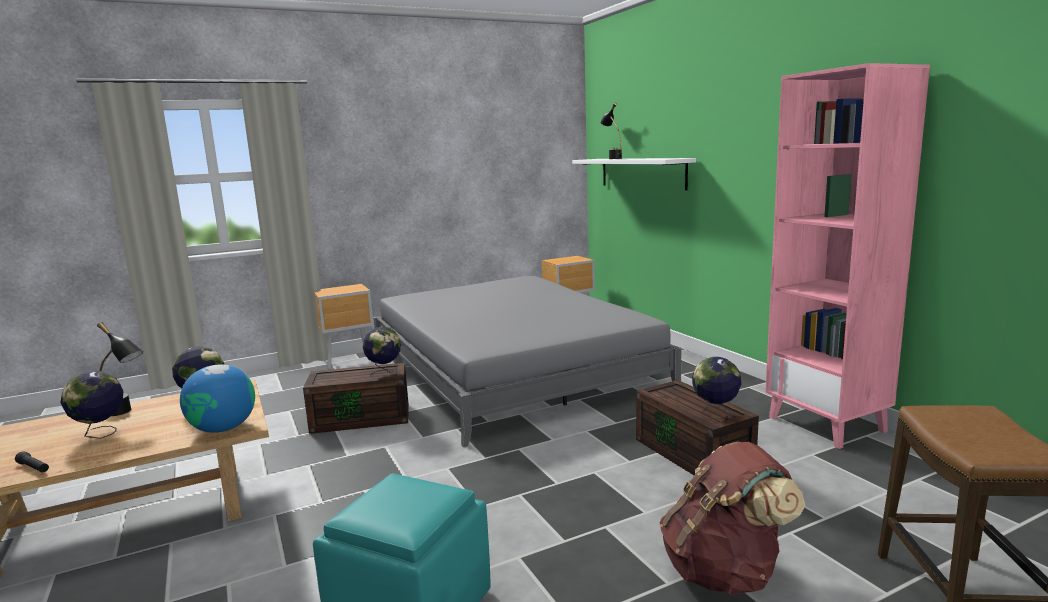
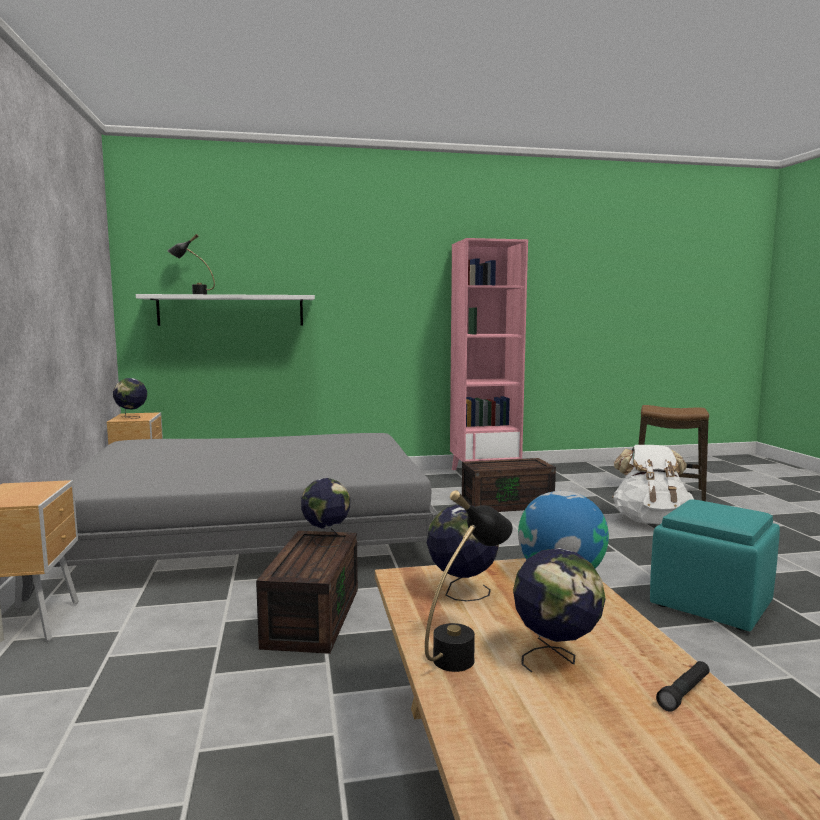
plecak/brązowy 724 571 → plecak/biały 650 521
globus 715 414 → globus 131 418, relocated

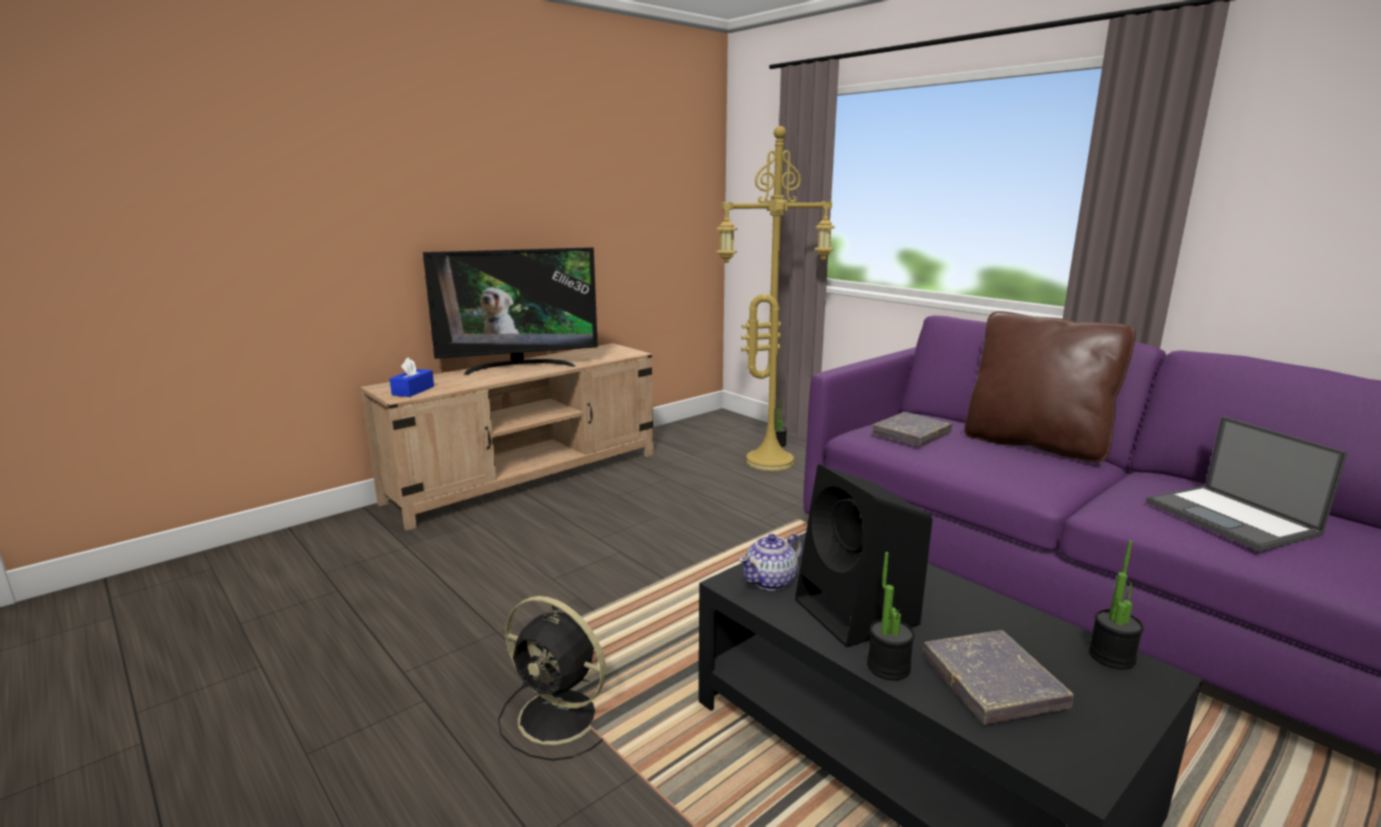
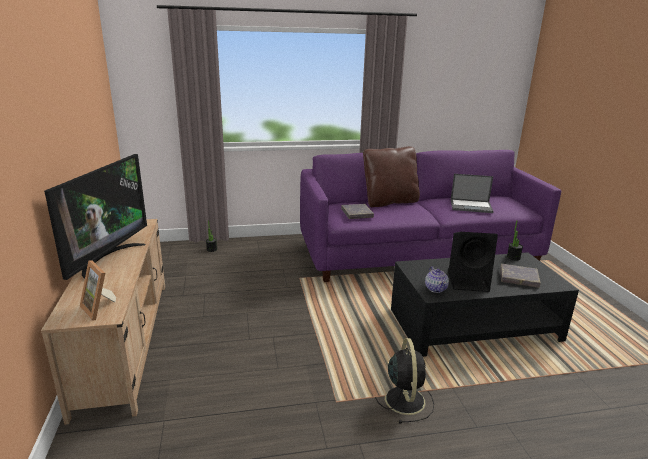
pudełko chusteczek/niebieski 413 391 → ramka na zdjęcie 100 308
wentylator/czarny 561 717 → wentylator/czarny 404 398, 60 degrees counterclockwise
lampa stojąca/żółty 770 461 → -
roślina doniczkowa 888 667 → -

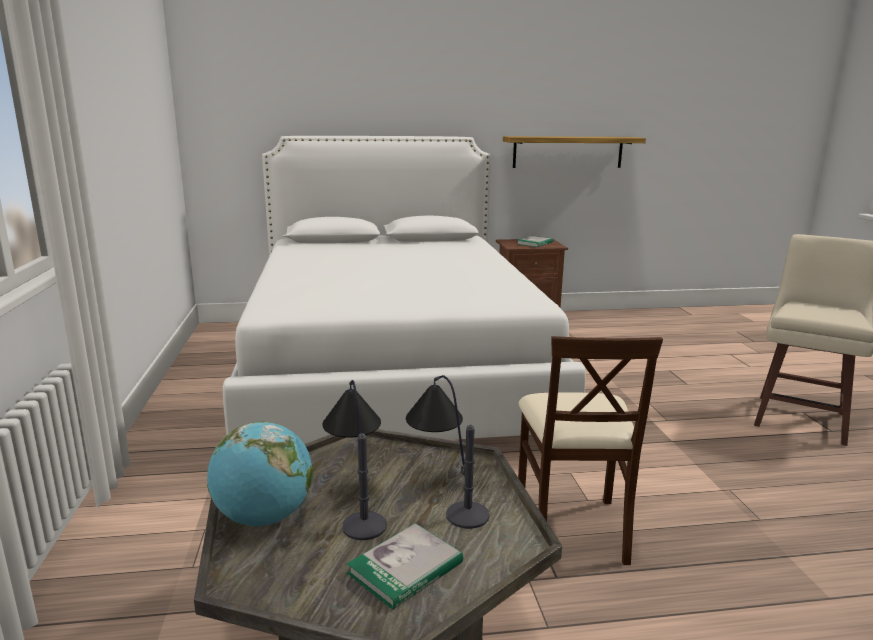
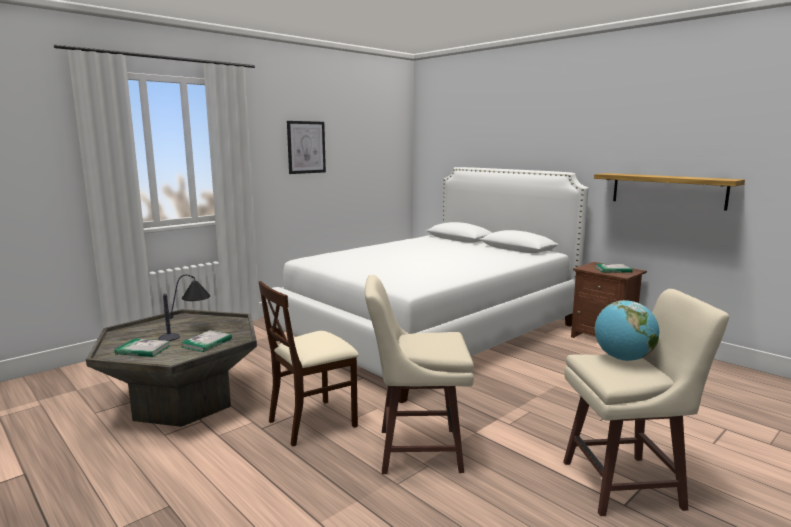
globus 264 518 → globus 623 359, relocated
lampa stołowa 445 493 → książka 207 343
- → obraz 306 147
- → stołek/beżowy 416 450

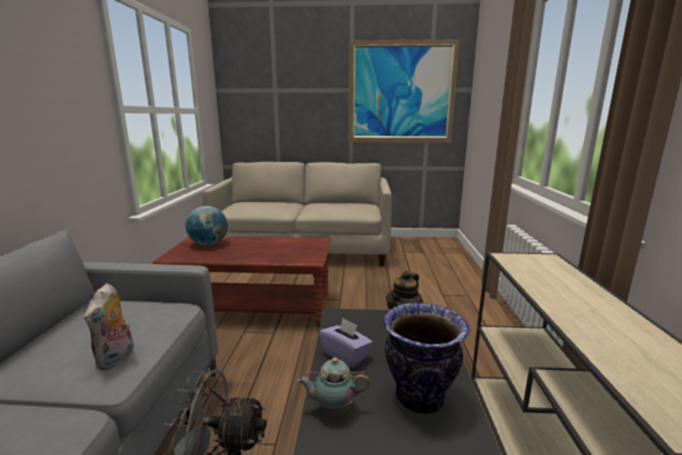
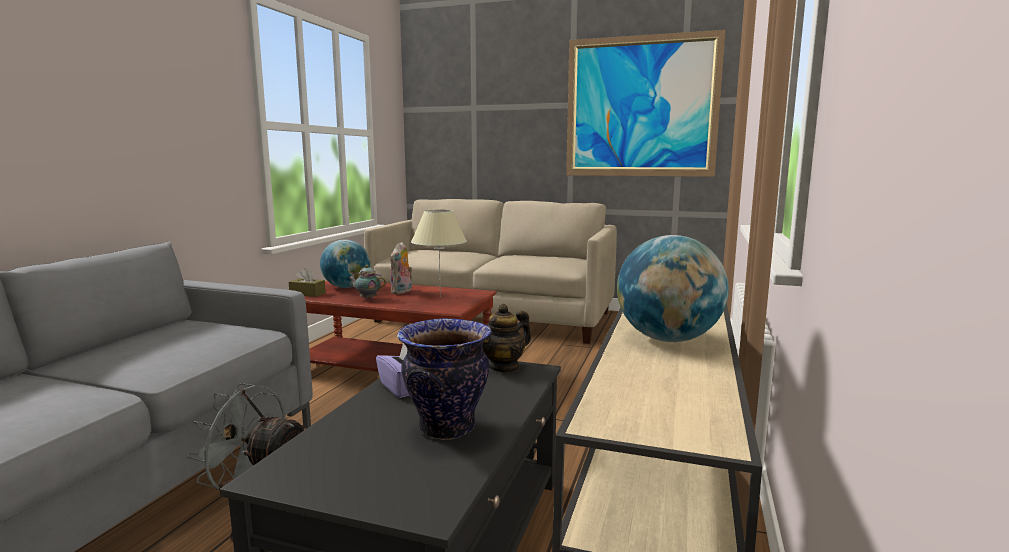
pluszak 117 359 → pluszak 402 292, relocated
imbryk 332 409 → imbryk 367 299, relocated
- → pudełko chusteczek/brązowy 307 294
- → lampa stołowa/beżowy 440 296
- → globus 668 339

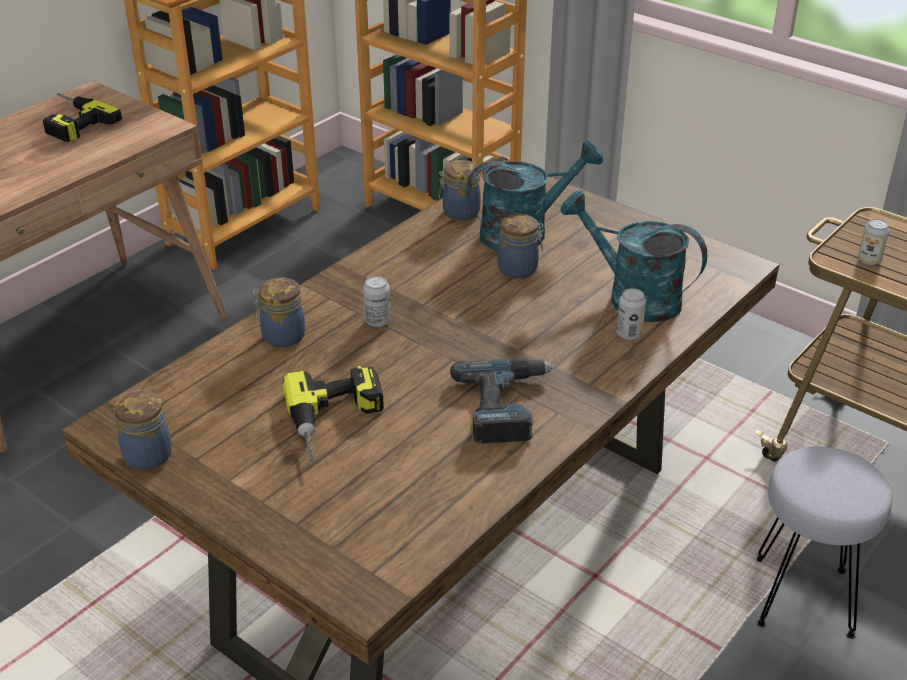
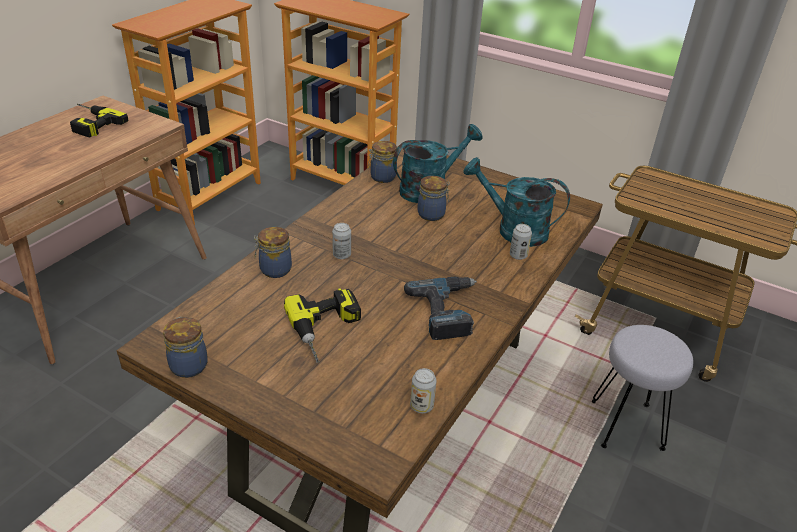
puszka 869 260 → puszka 421 406, relocated

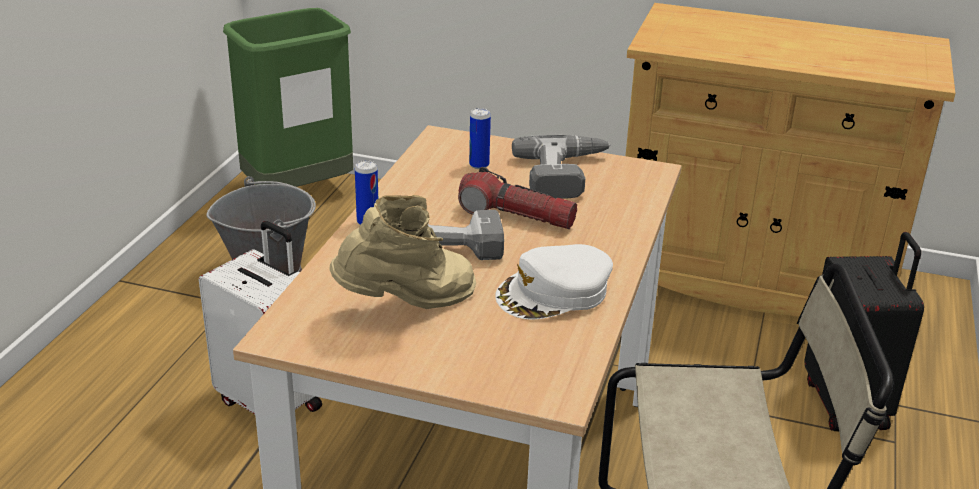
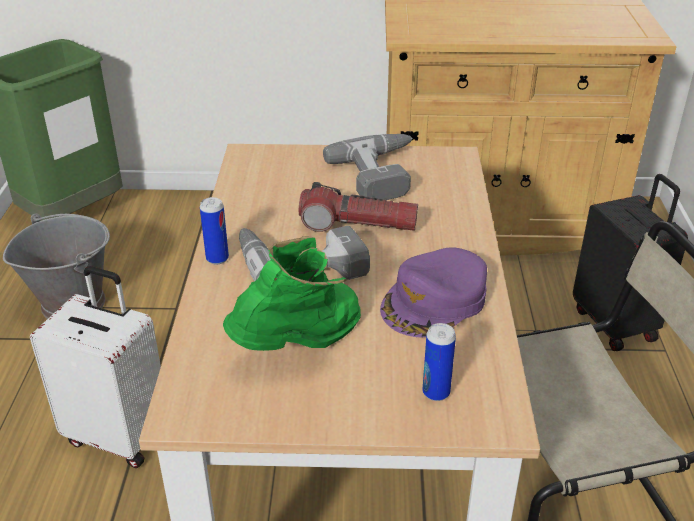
but z cholewką/beżowy 408 305 → but z cholewką/zielony 301 346
puszka 479 165 → puszka 436 392, relocated
czapka z daszkiem/biały 554 293 → czapka z daszkiem/fioletowy 435 302

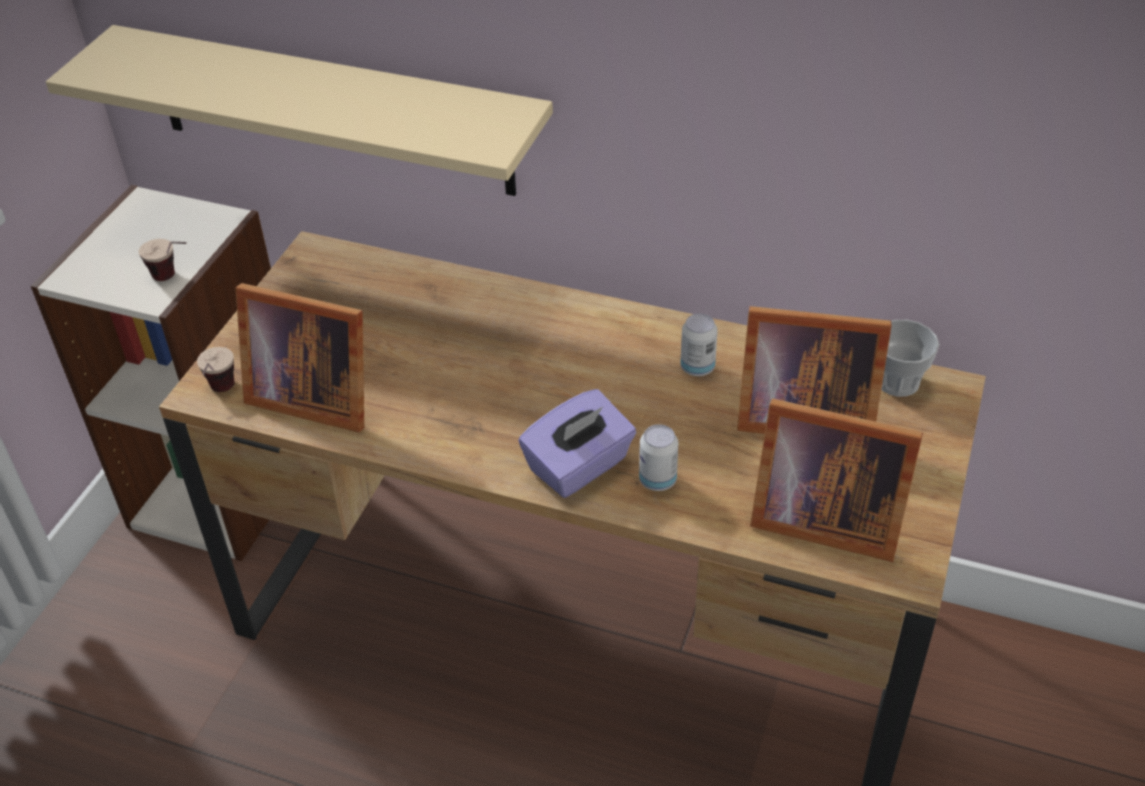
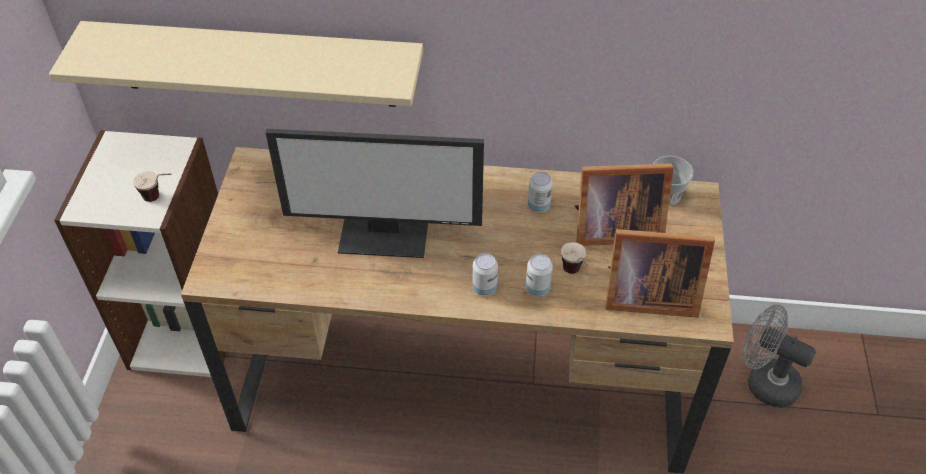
filiżanka 220 395 → filiżanka 575 275, relocated
ramka na zdjęcie 311 396 → -
pudełko chusteczek/fioletowy 579 467 → puszka 484 288
- → monitor 385 234
- → wentylator/szary 764 381

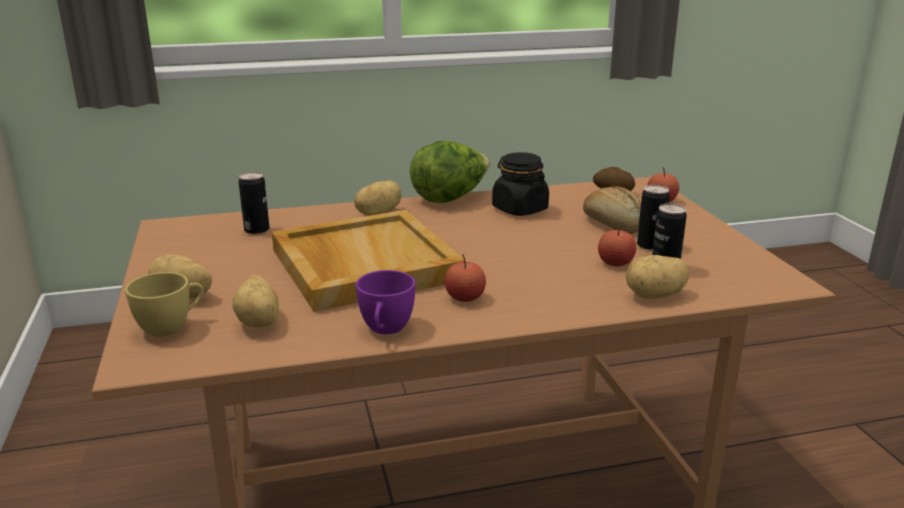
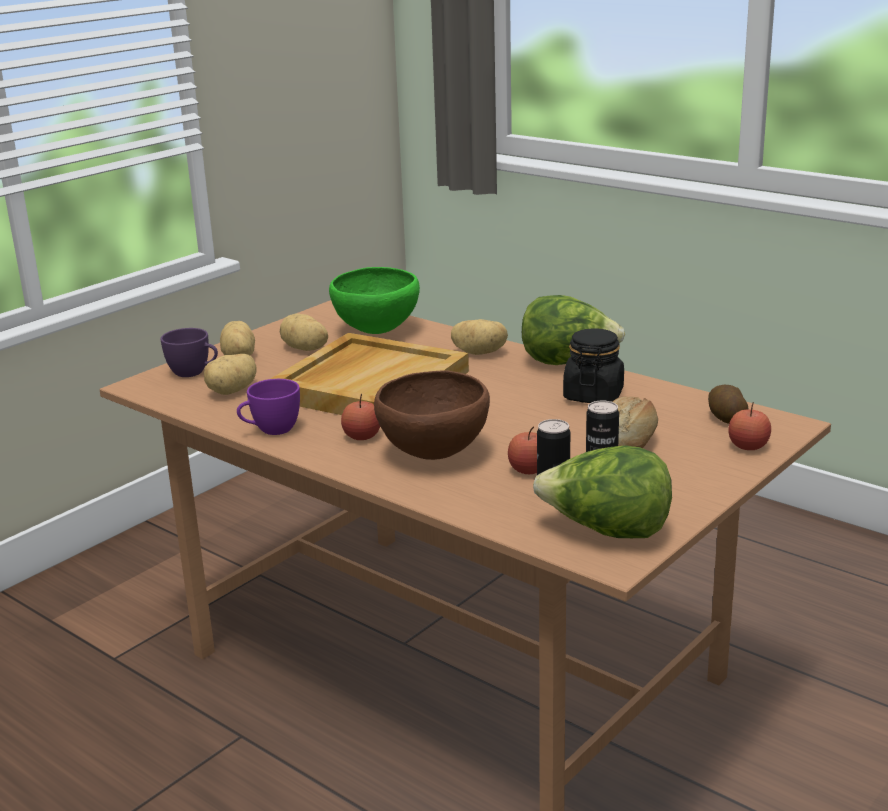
filiżanka/żółty 171 326 → filiżanka/fioletowy 194 373
puszka 257 230 → miska/zielony 376 332
ziemniak 655 296 → ziemniak 305 349, relocated
- → miska/brązowy 434 454
- → sałata 606 532

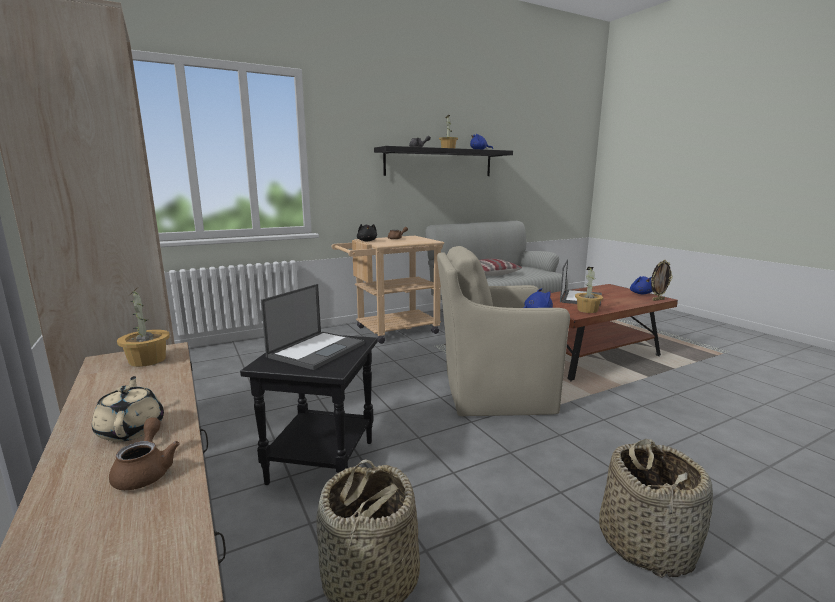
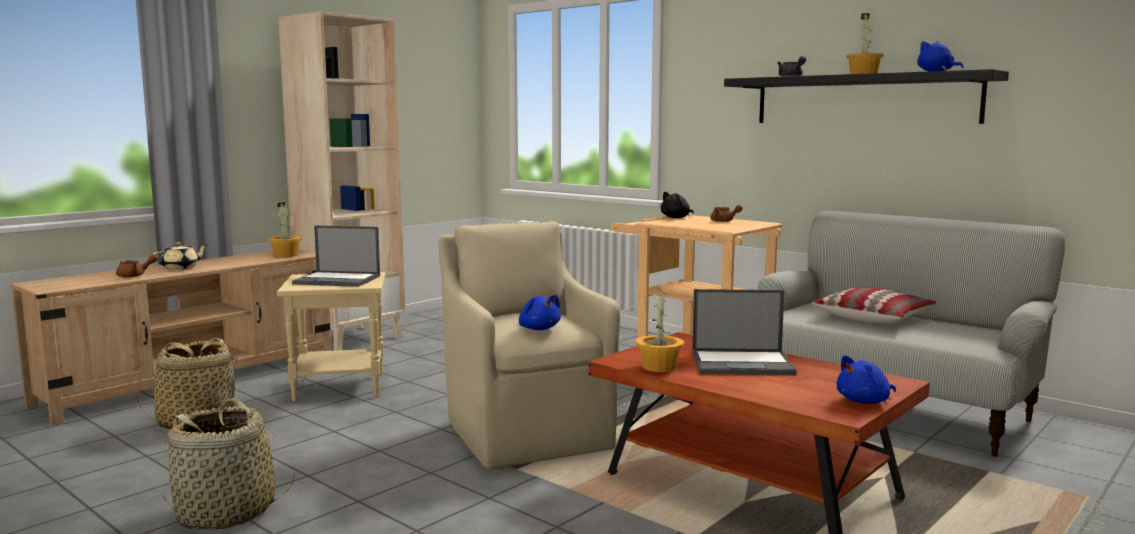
stolik/czarny 320 461 → stolik/beżowy 340 387
ramka na zdjęcie 657 299 → -

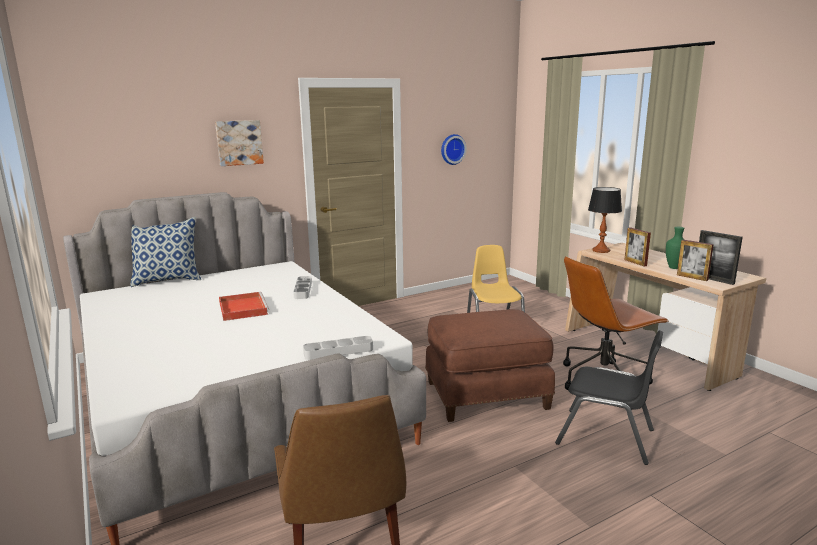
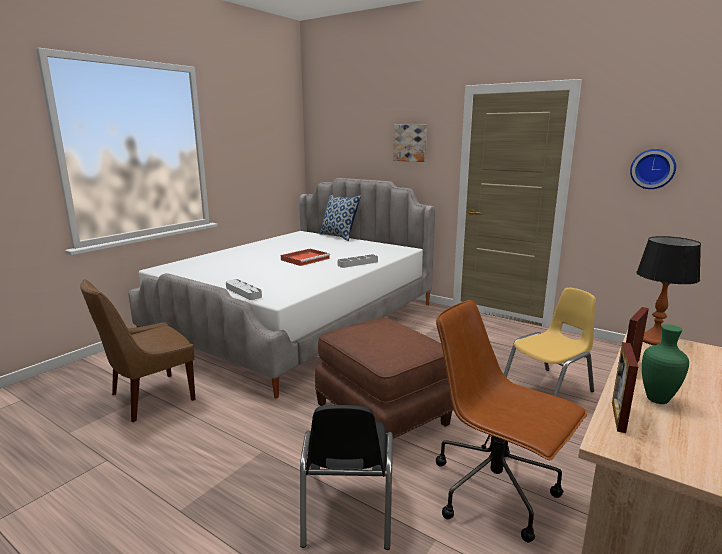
ramka na zdjęcie 714 280 → -

